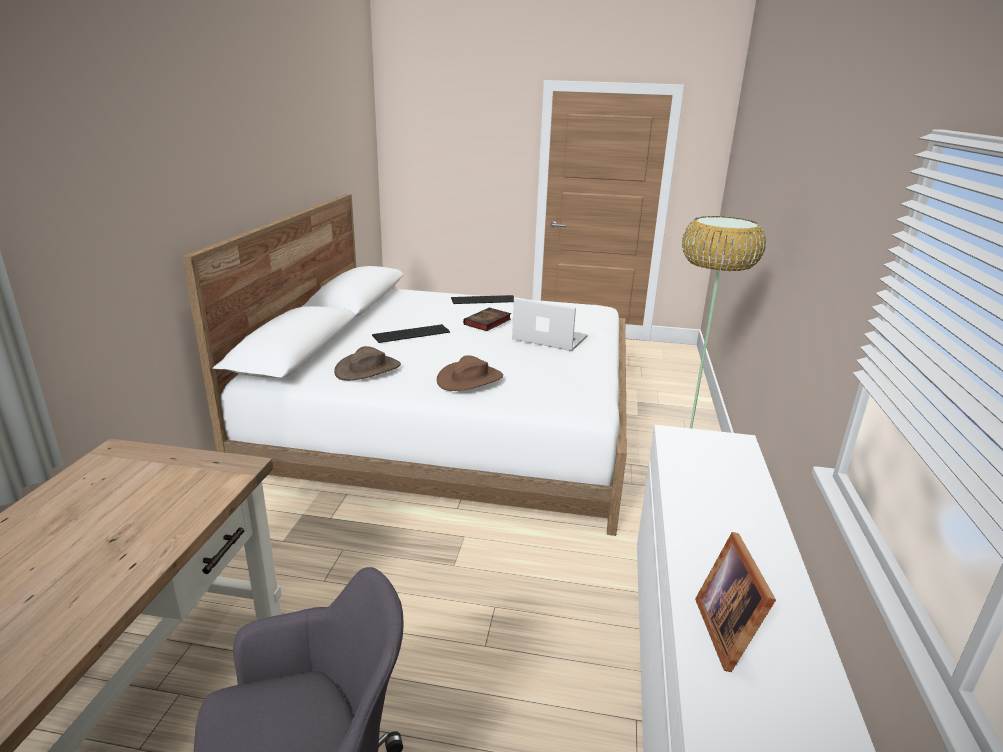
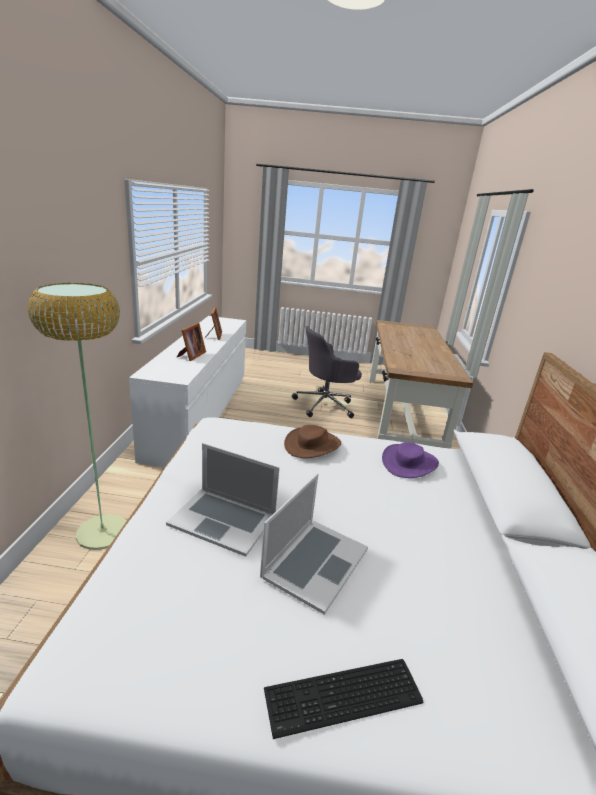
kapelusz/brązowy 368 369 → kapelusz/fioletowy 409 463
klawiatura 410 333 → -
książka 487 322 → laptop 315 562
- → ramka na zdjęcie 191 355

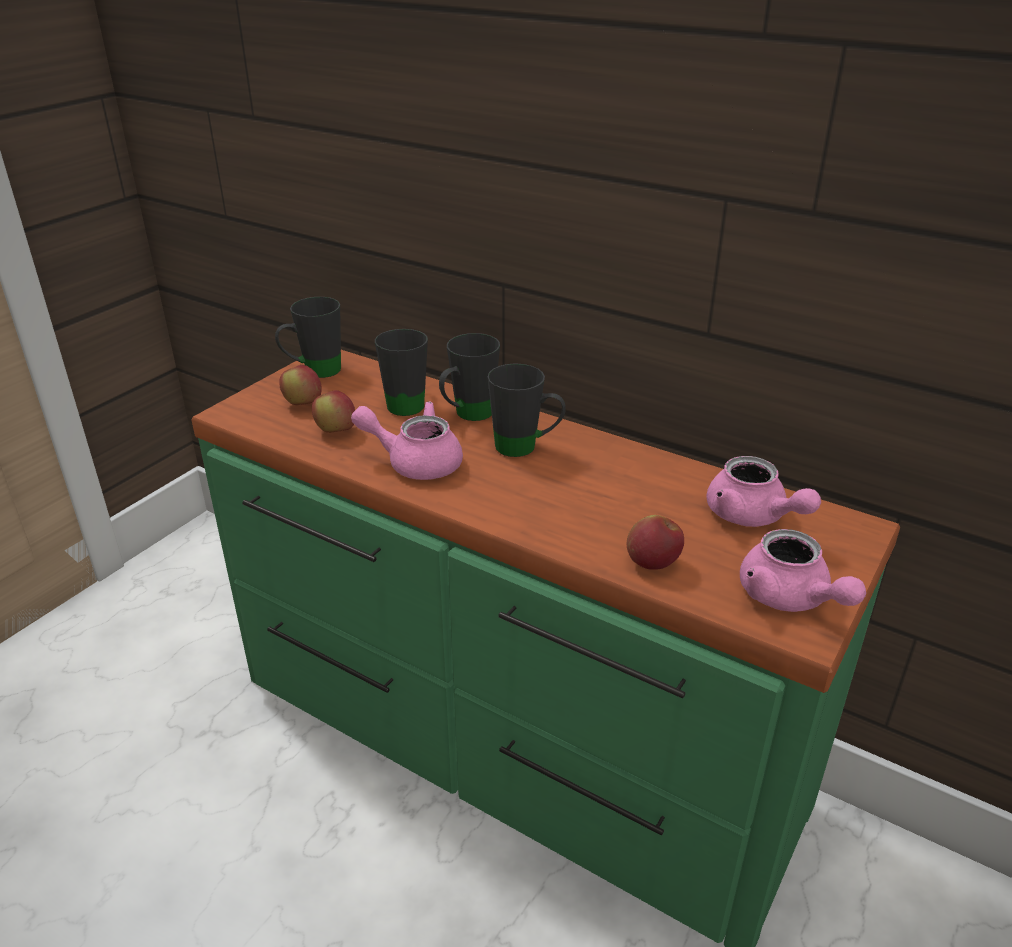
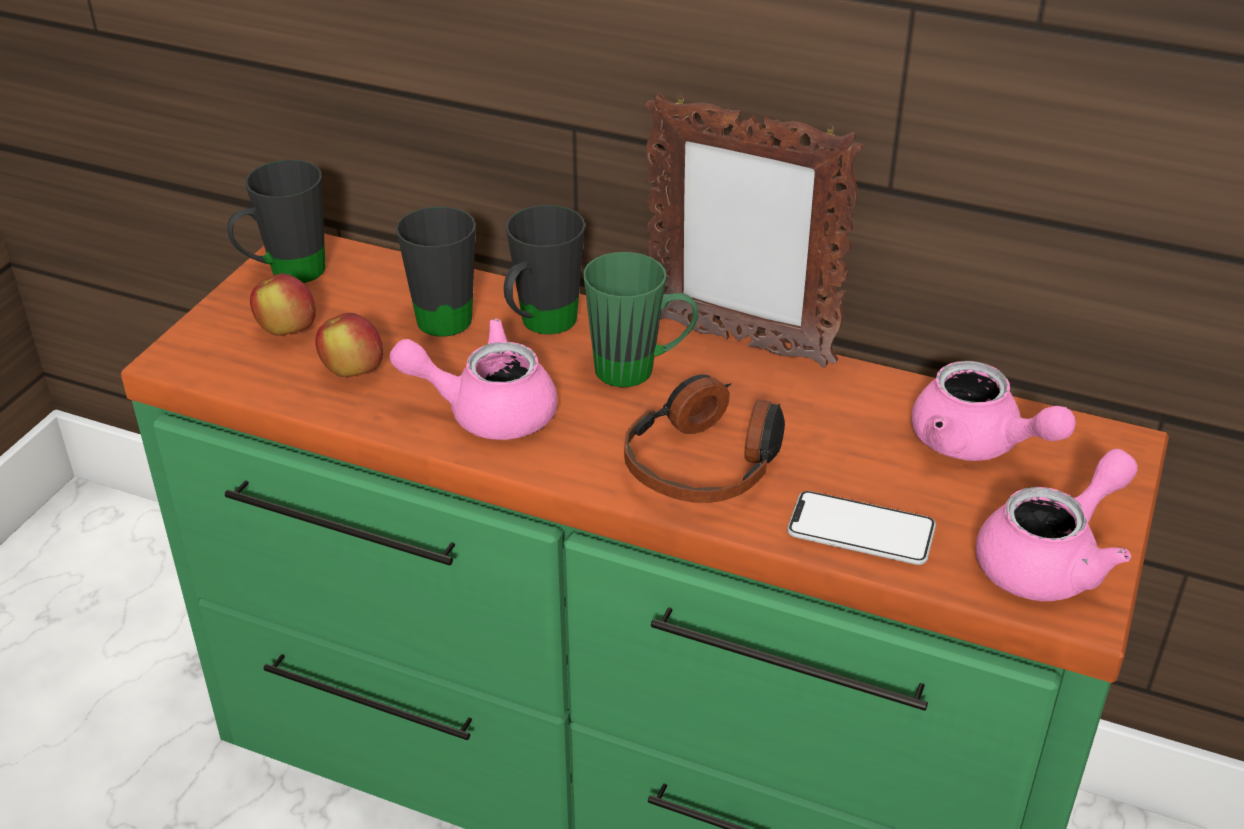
kubek/czarny 526 448 → kubek/zielony 640 371
jabłko 652 563 → telefon 861 530
imbryk/różowy 790 598 → imbryk/różowy 1051 560, 90 degrees counterclockwise
- → słuchawki 707 461
- → ramka na zdjęcie 738 342

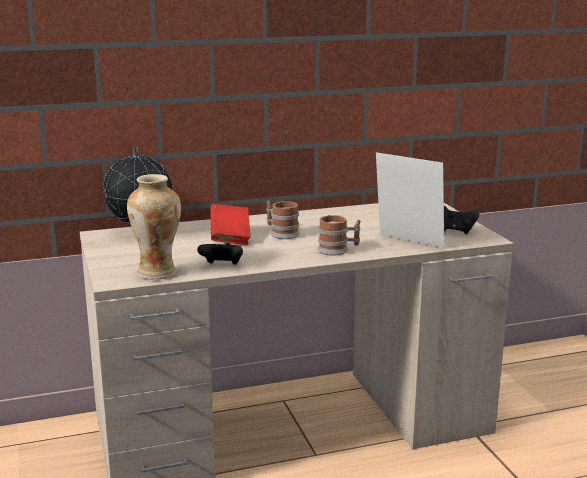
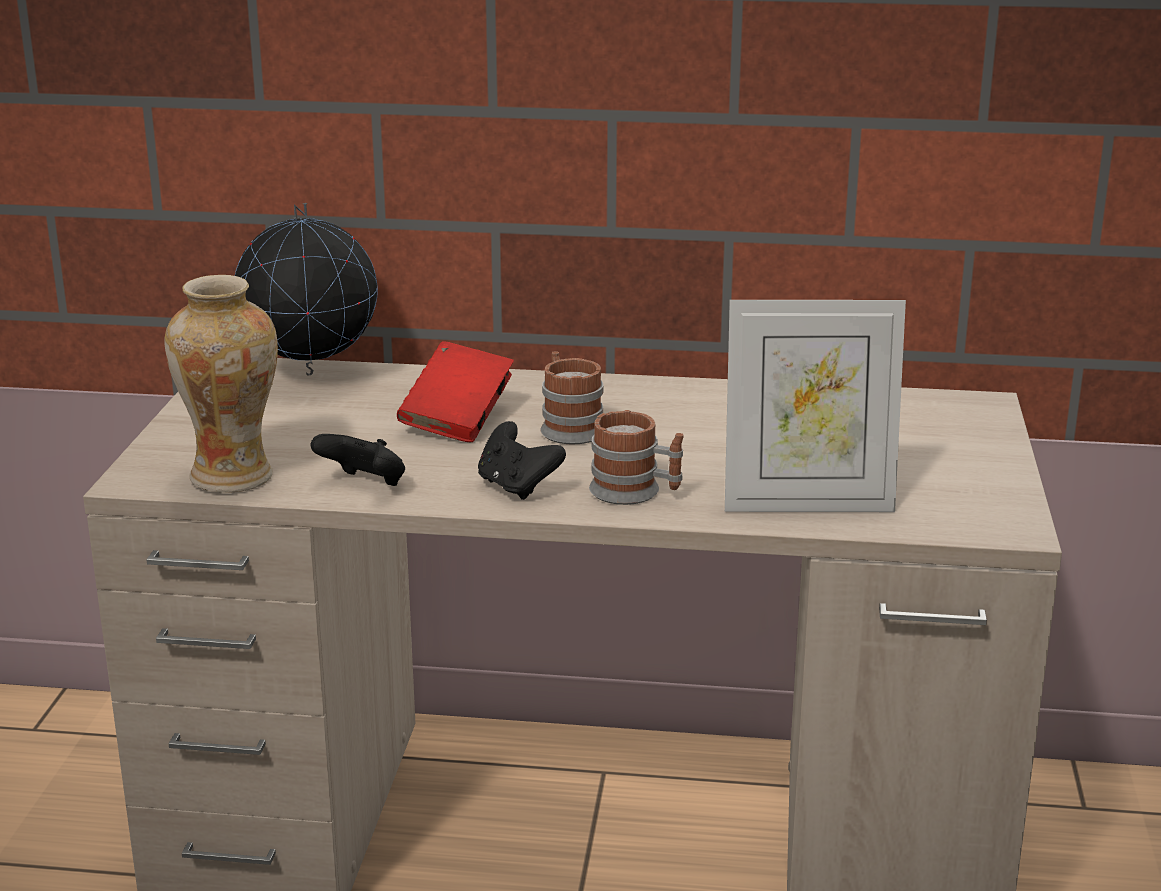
ramka na zdjęcie 408 243 → ramka na zdjęcie 807 504, 120 degrees clockwise
pad do gier/czarny 456 231 → pad do gier/czarny 517 487, relocated

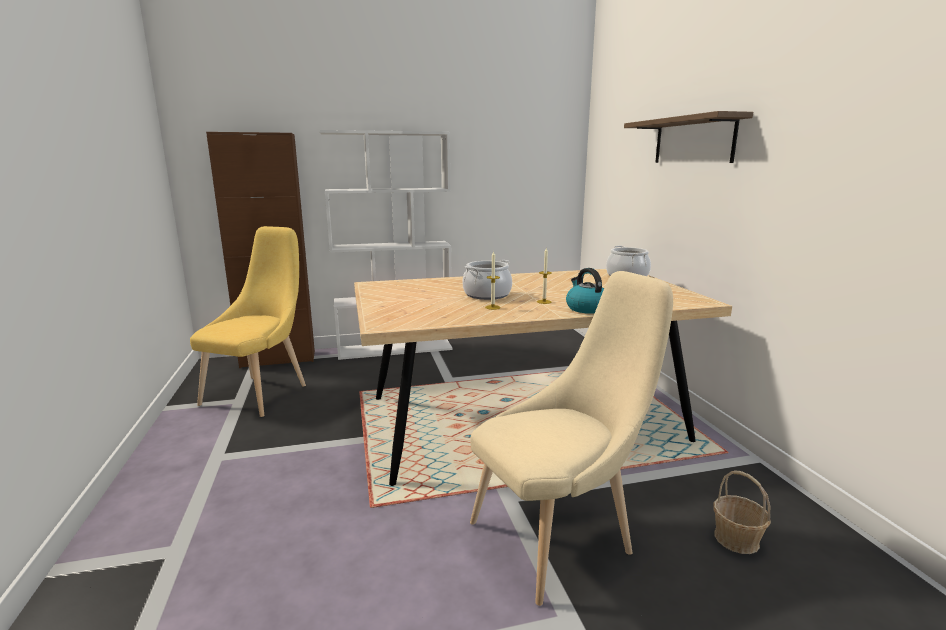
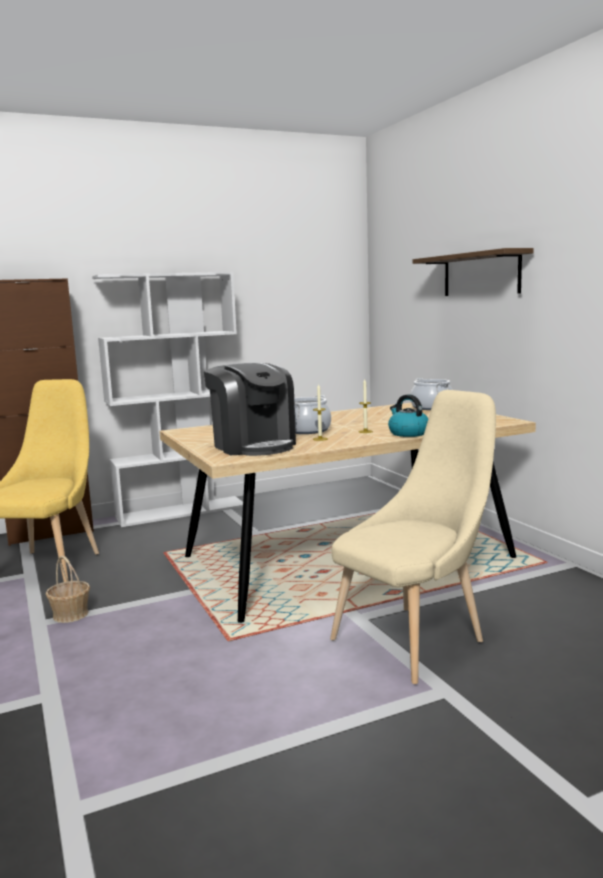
koszyk 736 539 → koszyk 70 615, relocated
- → ekspres do kawy 253 446

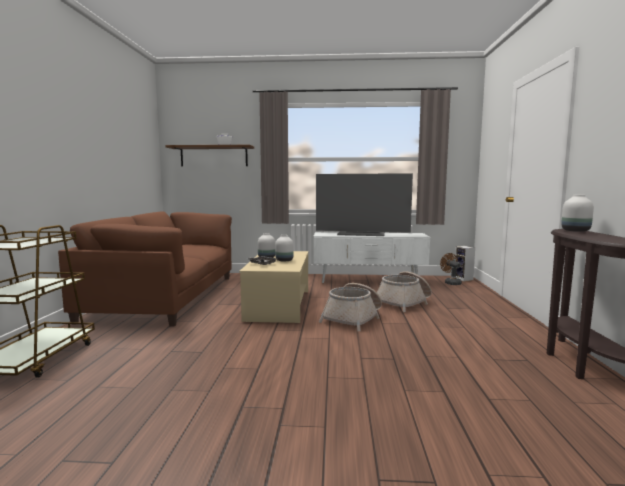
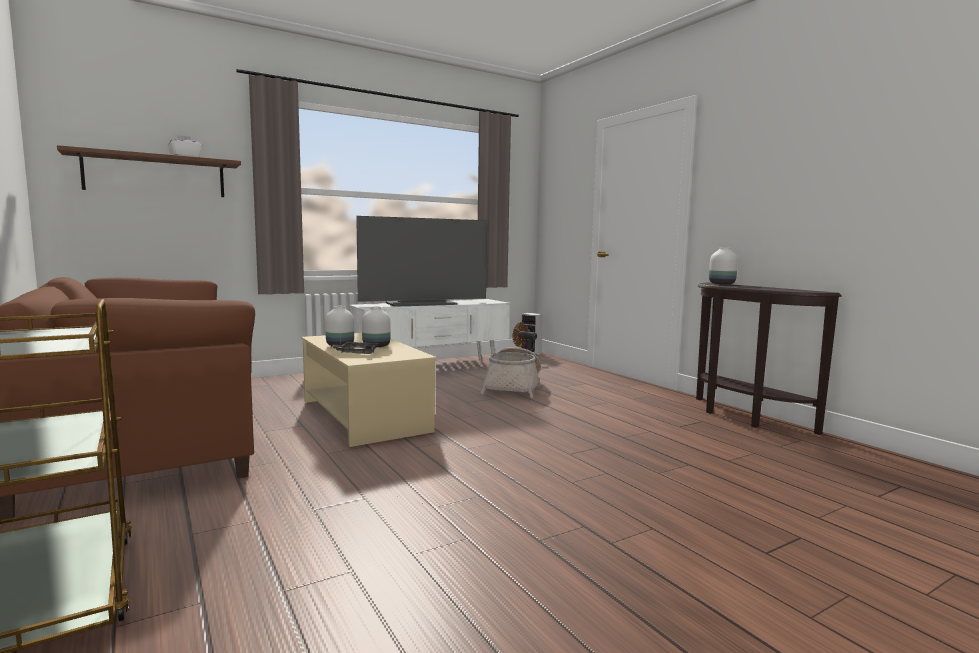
koszyk 353 318 → -

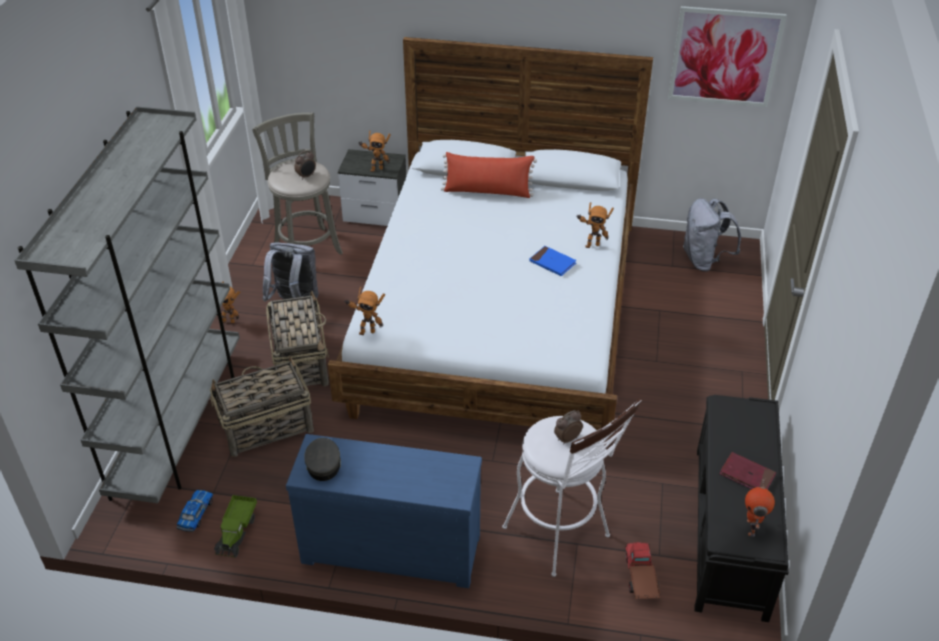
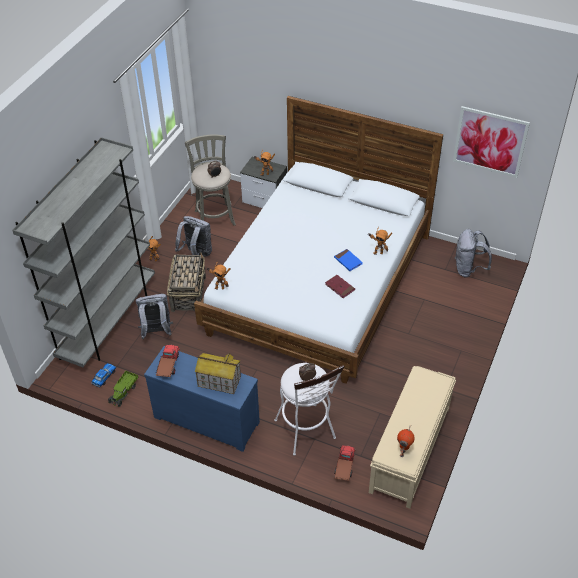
koszyk 265 427 → plecak/szary 156 332
czapka z daszkiem/szary 323 464 → ciężarówka zabawkowa 168 365
poduszka/czerwony 487 191 → -
ławka/czarny 730 531 → ławka/beżowy 409 450
książka/czerwony 747 475 → książka/czerwony 339 287, relocated
- → domek 219 381

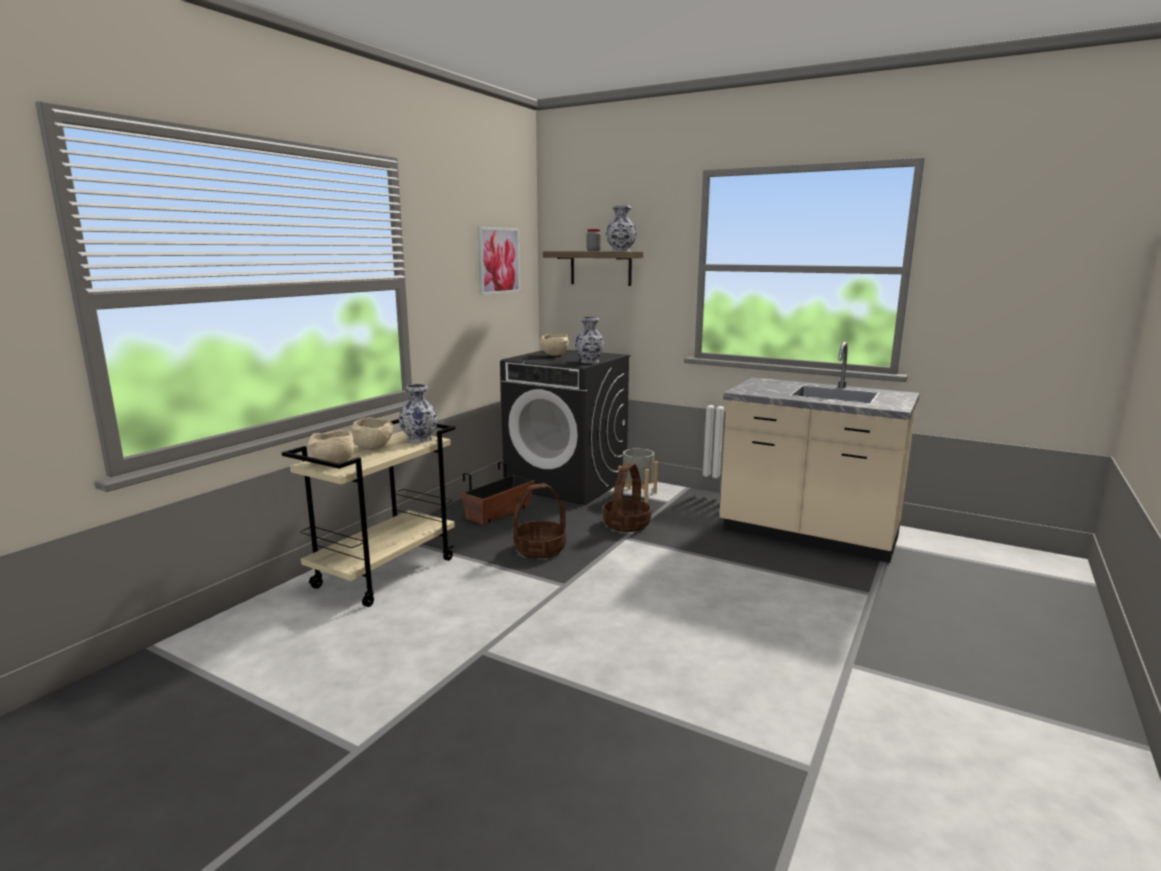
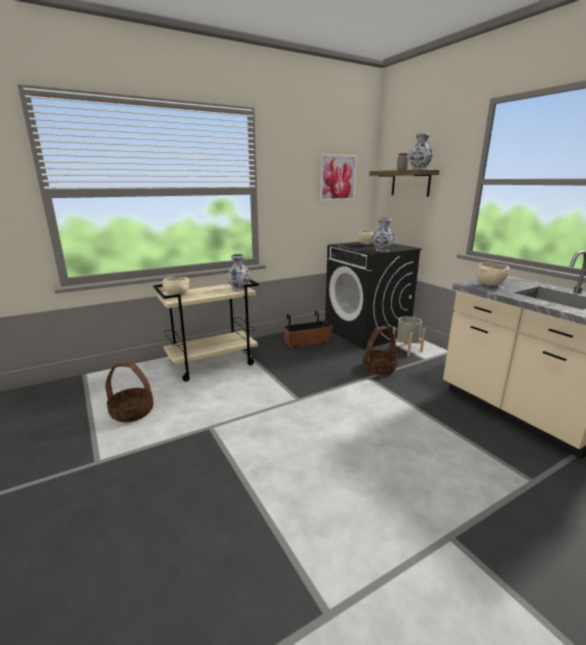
miska/beżowy 373 448 → miska/beżowy 490 285, relocated
koszyk 539 549 → koszyk 131 412, relocated

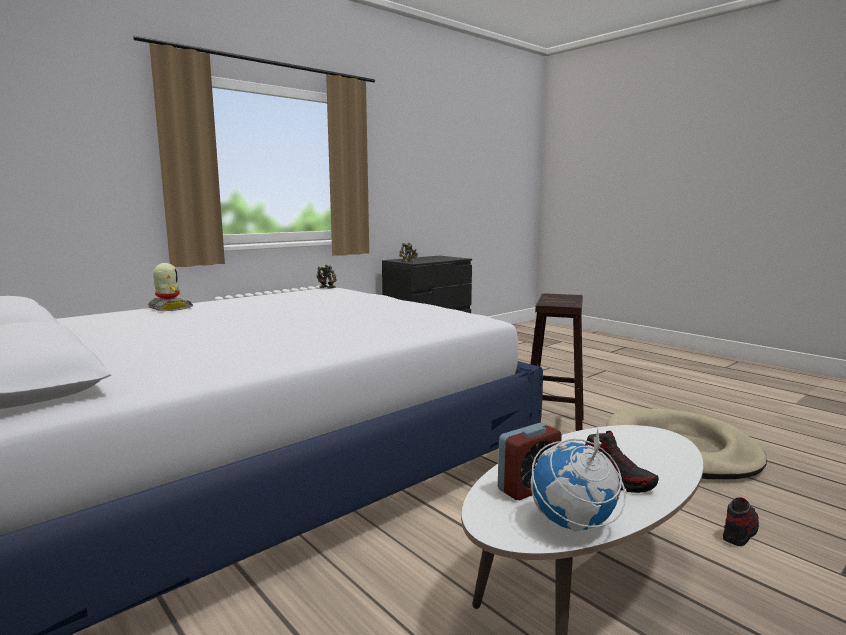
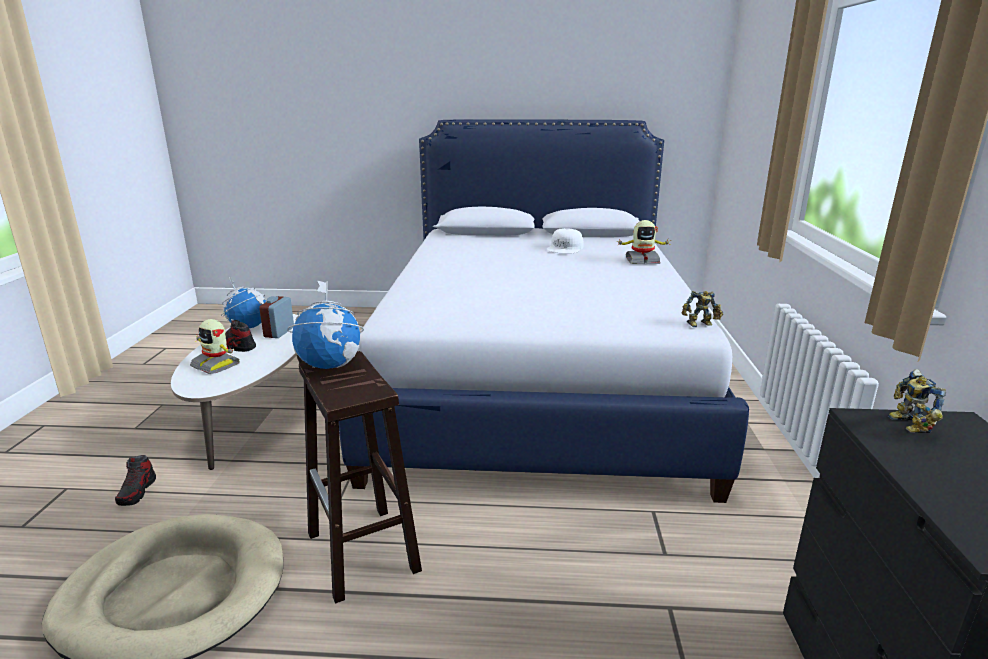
- → robot zabawkowy 216 365
- → globus 330 365
- → czapka z daszkiem/biały 565 248

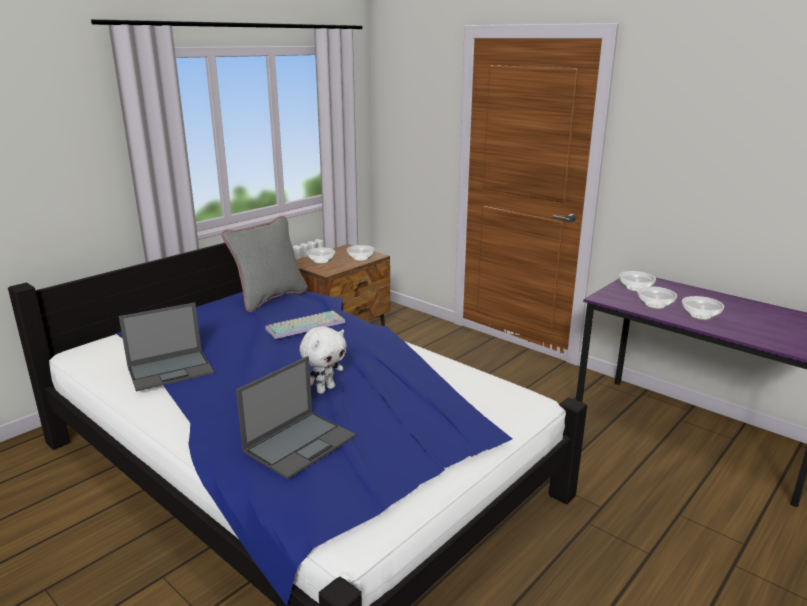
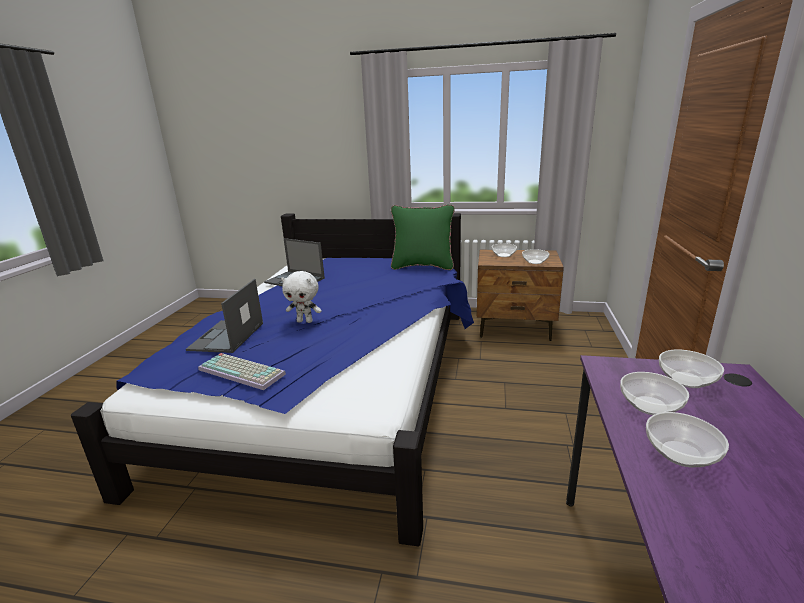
poduszka/szary 270 298 → poduszka/zielony 422 266
laptop 300 443 → laptop 226 337, 90 degrees clockwise
klawiatura 306 325 → klawiatura 243 371, relocated

